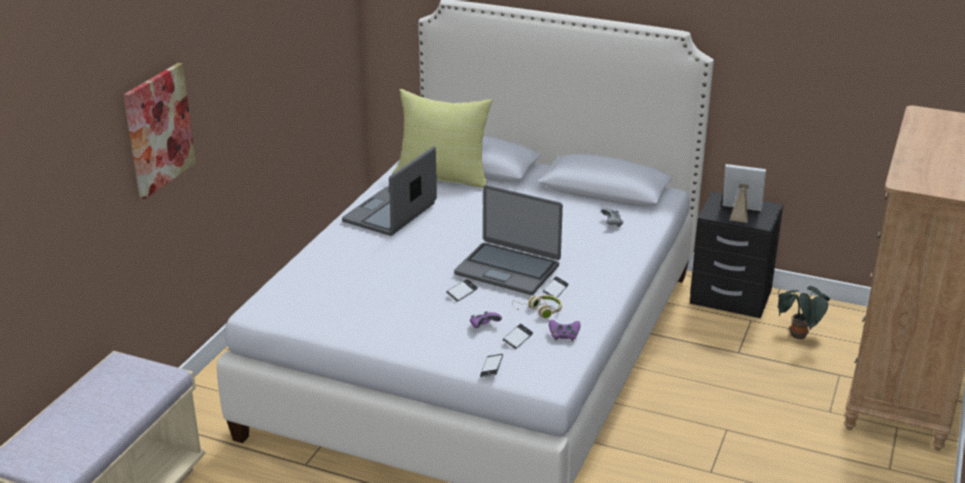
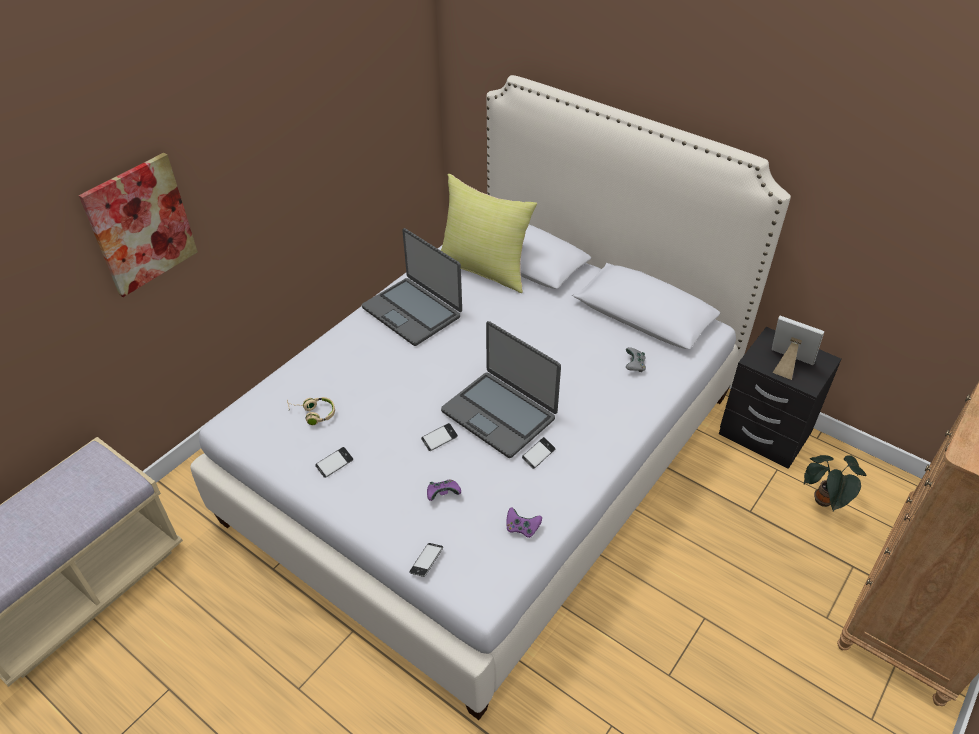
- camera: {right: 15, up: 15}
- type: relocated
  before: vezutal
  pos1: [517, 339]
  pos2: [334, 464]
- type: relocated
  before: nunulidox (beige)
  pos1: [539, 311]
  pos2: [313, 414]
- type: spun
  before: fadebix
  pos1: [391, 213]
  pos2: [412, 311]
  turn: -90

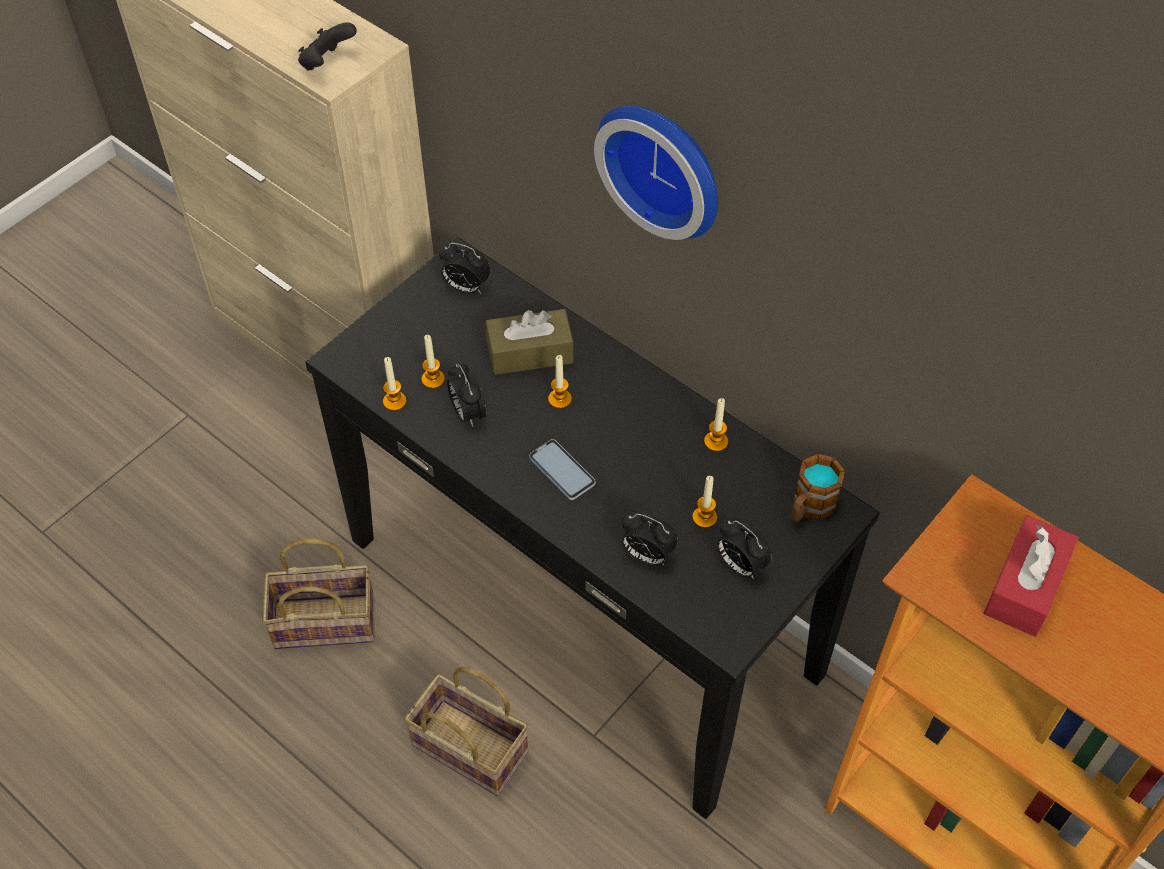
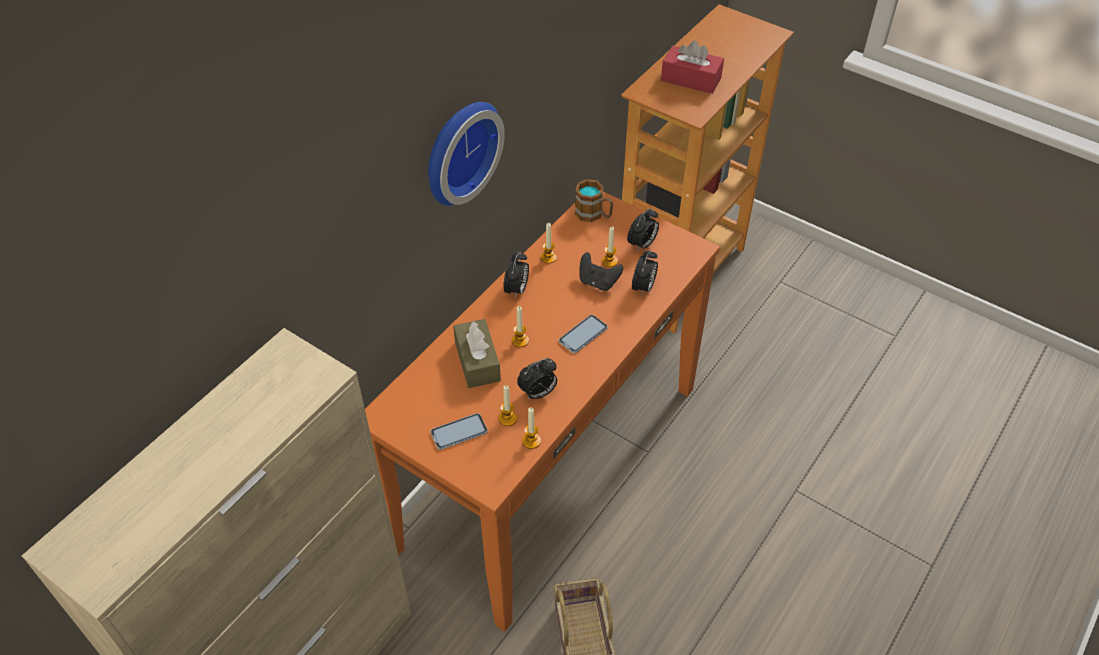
- camera: {right: -95, up: -5}
- type: missing
  before: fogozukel
  pos1: [466, 749]
- type: appeared
  after: vezutal
  pos2: [459, 432]
- type: relocated
  before: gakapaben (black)
  pos1: [327, 63]
  pos2: [598, 282]
- type: relocated
  before: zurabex
  pos1: [465, 287]
  pos2: [517, 290]
- type: colour
  before: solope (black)
  after: solope (orange)
  pos1: [583, 604]
  pos2: [548, 465]

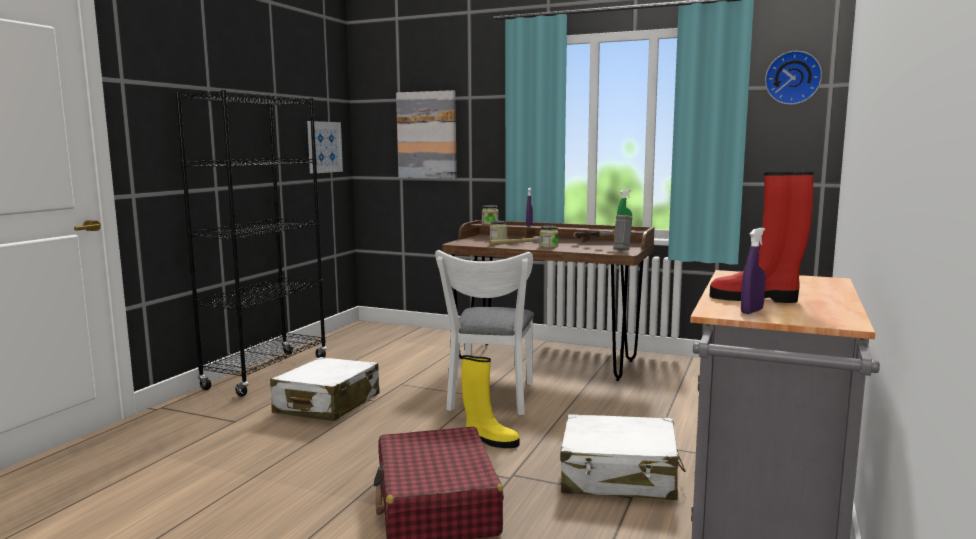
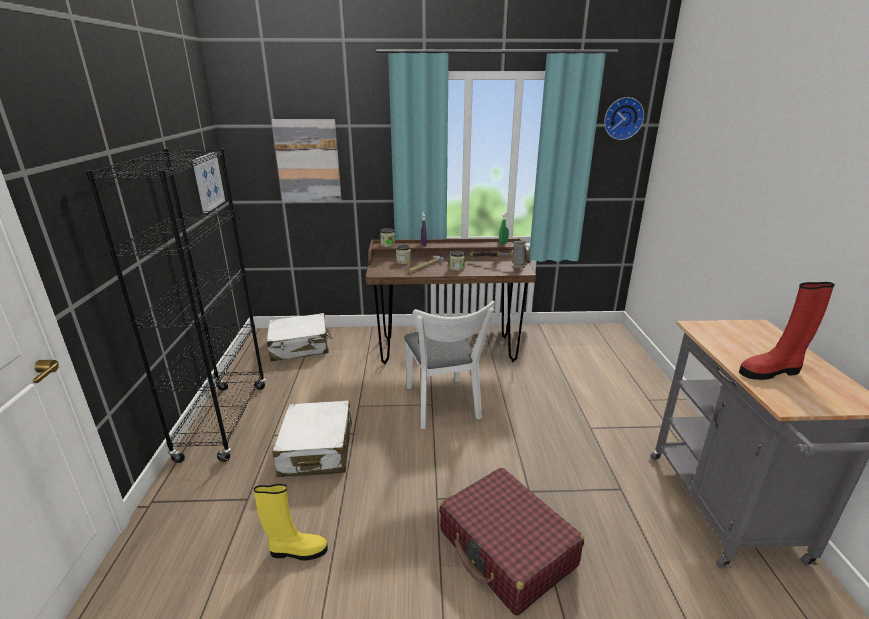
- camera: {right: -25, up: 15}
- type: missing
  before: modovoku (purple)
  pos1: [751, 311]
- type: relocated
  before: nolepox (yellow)
  pos1: [490, 441]
  pos2: [297, 551]
- type: relocated
  before: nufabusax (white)
  pos1: [619, 476]
  pos2: [300, 346]

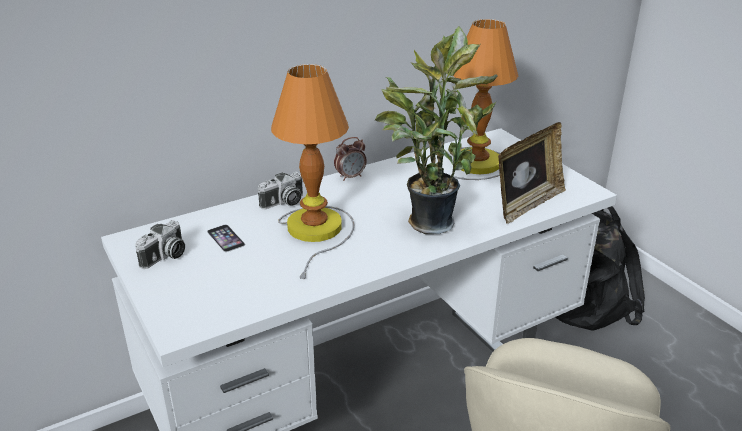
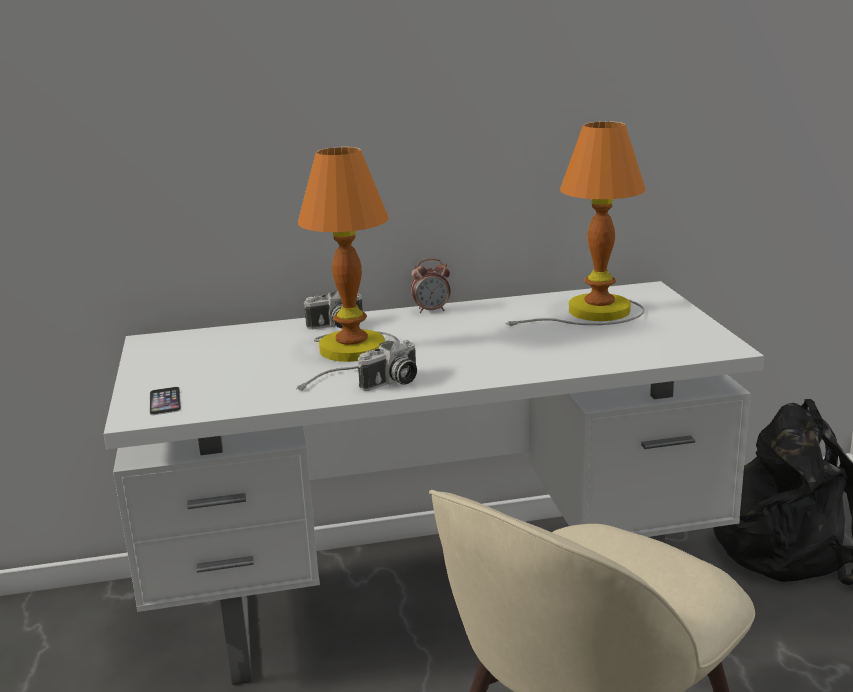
- camera: {right: 20, up: -10}
- type: missing
  before: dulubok
  pos1: [428, 221]
- type: missing
  before: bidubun
  pos1: [527, 204]
- type: relocated
  before: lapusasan
  pos1: [165, 257]
  pos2: [392, 382]
- type: relocated
  before: vezutal
  pos1: [225, 238]
  pos2: [165, 401]

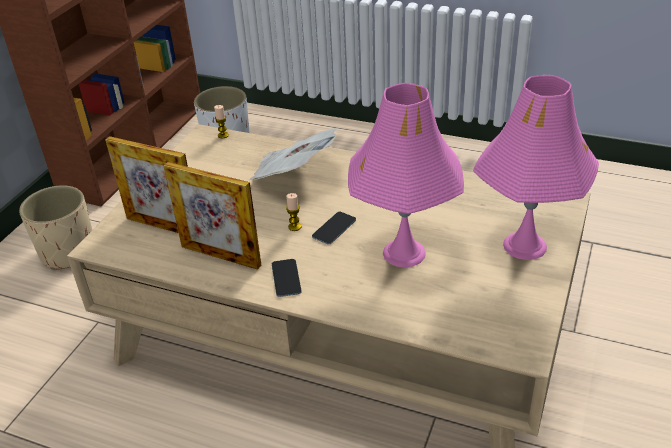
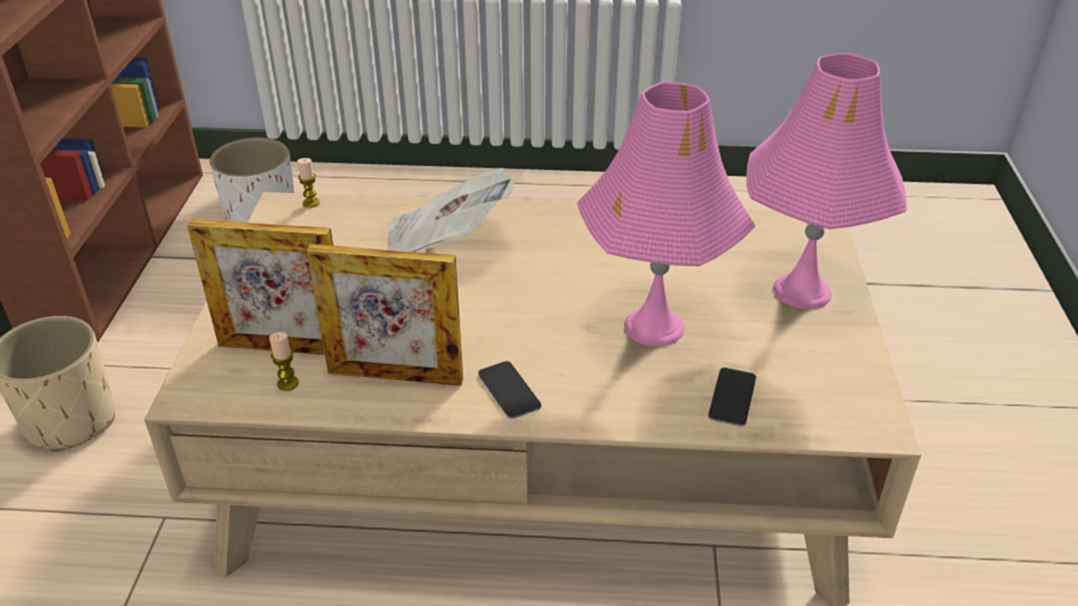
- camera: {right: -20, up: 0}
- type: relocated
  before: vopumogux
  pos1: [294, 227]
  pos2: [288, 383]
- type: relocated
  before: vezutal
  pos1: [334, 228]
  pos2: [732, 397]

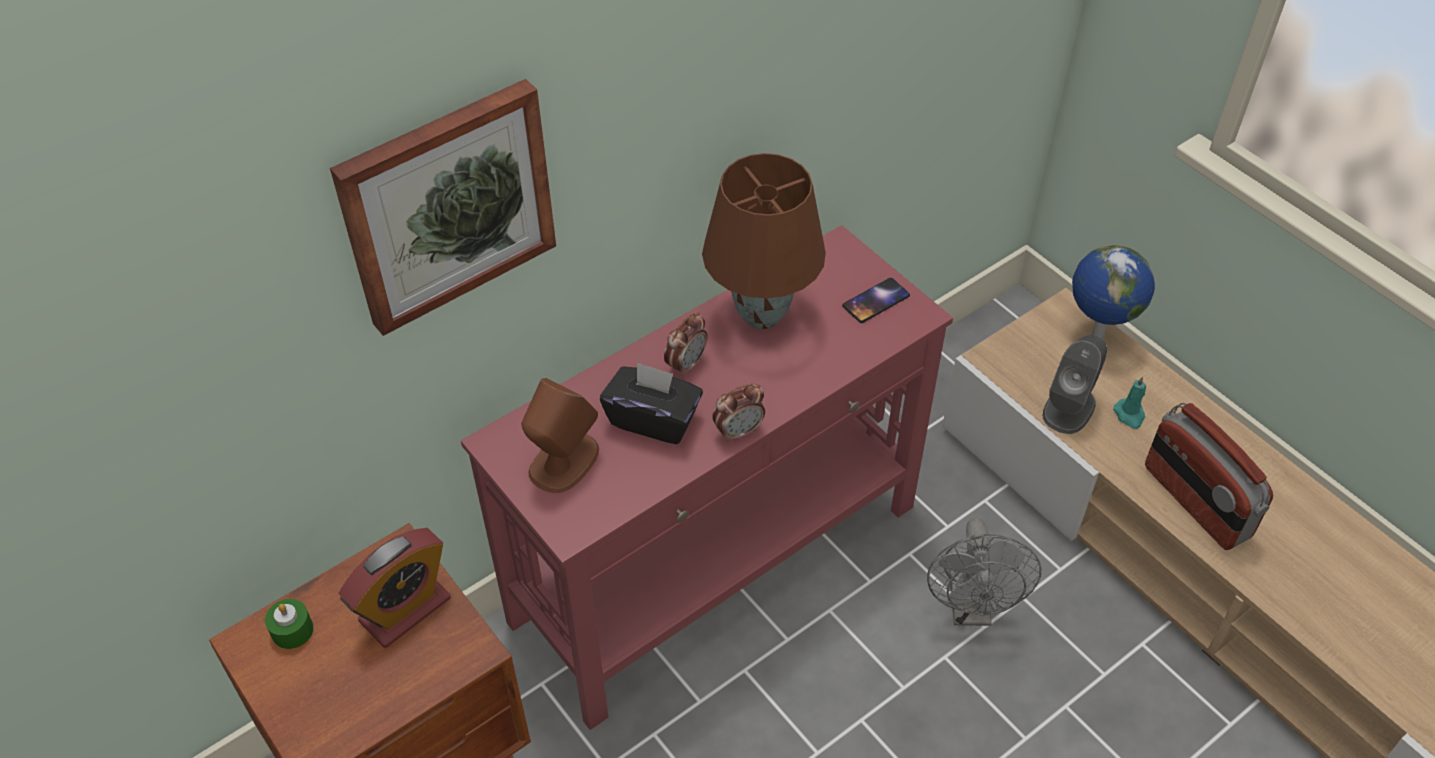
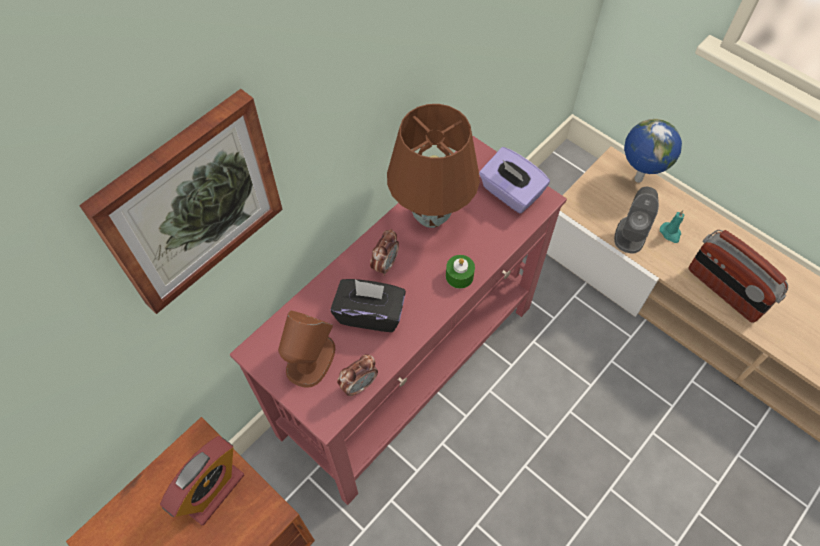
- camera: {right: -10, up: 10}
- type: missing
  before: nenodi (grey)
  pos1: [971, 609]
- type: relocated
  before: vopumogux (green)
  pos1: [292, 630]
  pos2: [459, 276]
- type: relocated
  before: zurabex
  pos1: [738, 431]
  pos2: [359, 384]
- type: exchanged
  before: vezutal
  after: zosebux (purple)
  pos1: [876, 301]
  pos2: [510, 193]

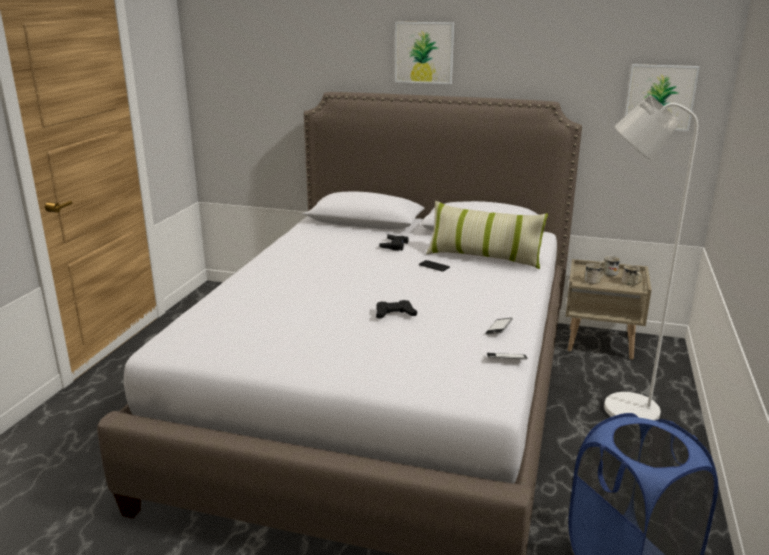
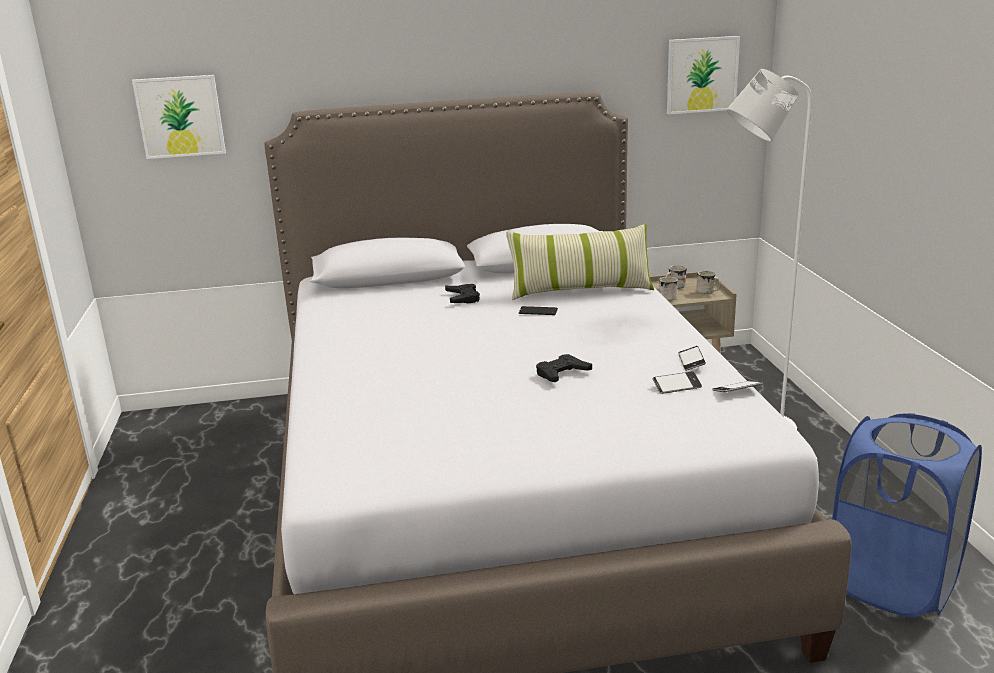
- camera: {right: -25, up: 0}
- type: appeared
  after: vezutal
  pos2: [676, 386]
- type: relocated
  before: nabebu
  pos1: [424, 52]
  pos2: [180, 116]

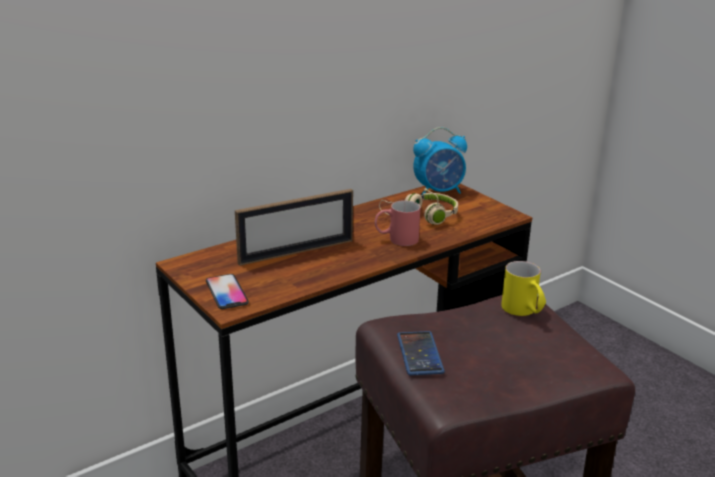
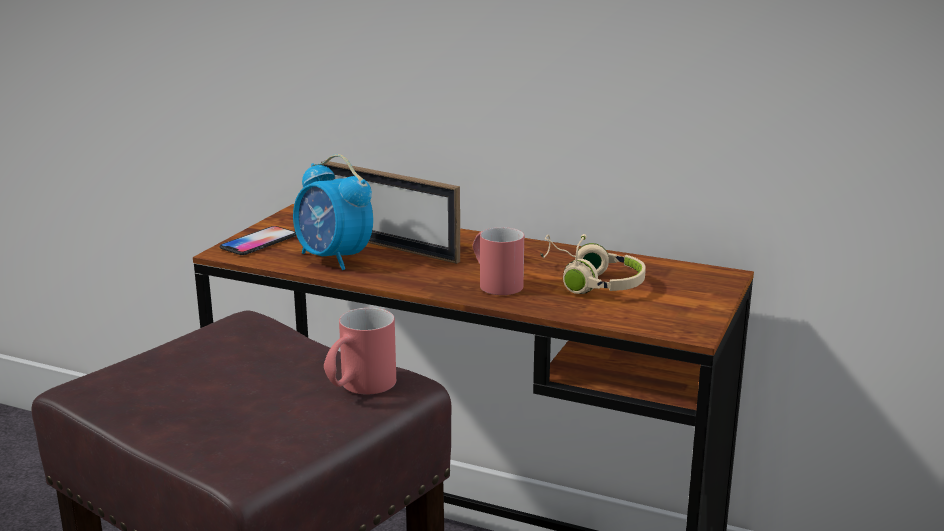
- camera: {right: 60, up: -5}
- type: missing
  before: vezutal
  pos1: [419, 354]
- type: relocated
  before: zurabex
  pos1: [439, 192]
  pos2: [334, 259]
- type: colour
  before: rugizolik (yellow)
  after: rugizolik (red)
  pos1: [523, 311]
  pos2: [359, 388]

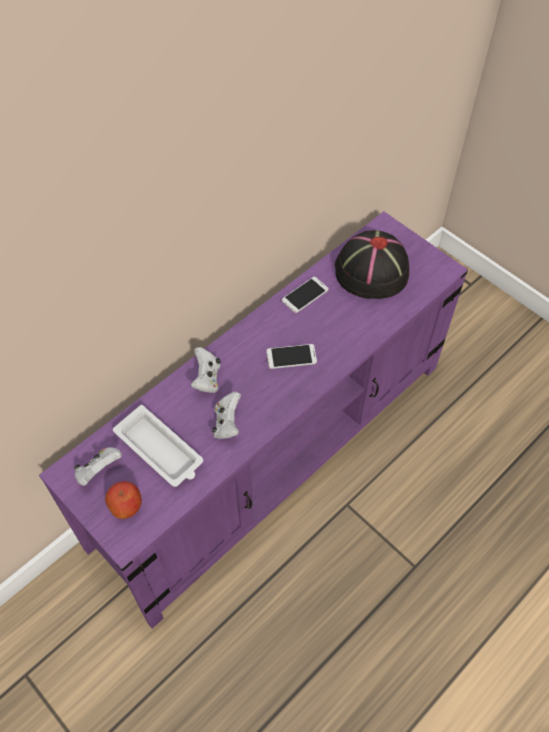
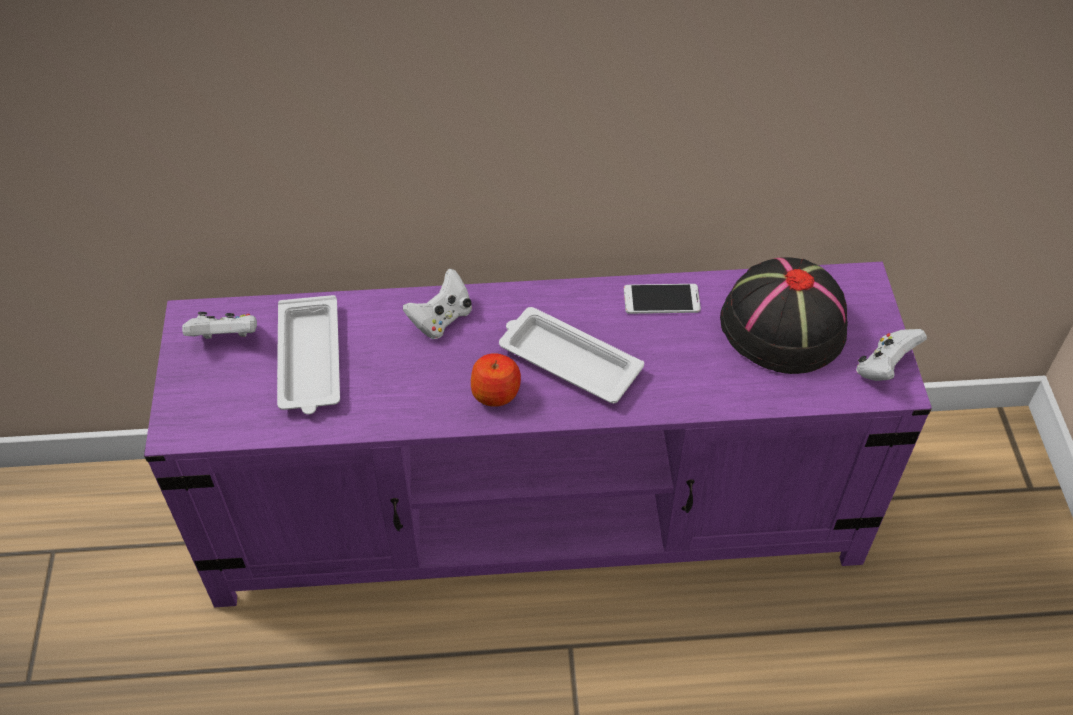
- camera: {right: 40, up: -5}
- type: relocated
  before: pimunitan
  pos1: [126, 505]
  pos2: [496, 392]
- type: relocated
  before: gakapaben (white)
  pos1: [227, 423]
  pos2: [884, 367]
- type: exchanged
  before: vezutal
  after: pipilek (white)
  pos1: [291, 356]
  pos2: [567, 360]

